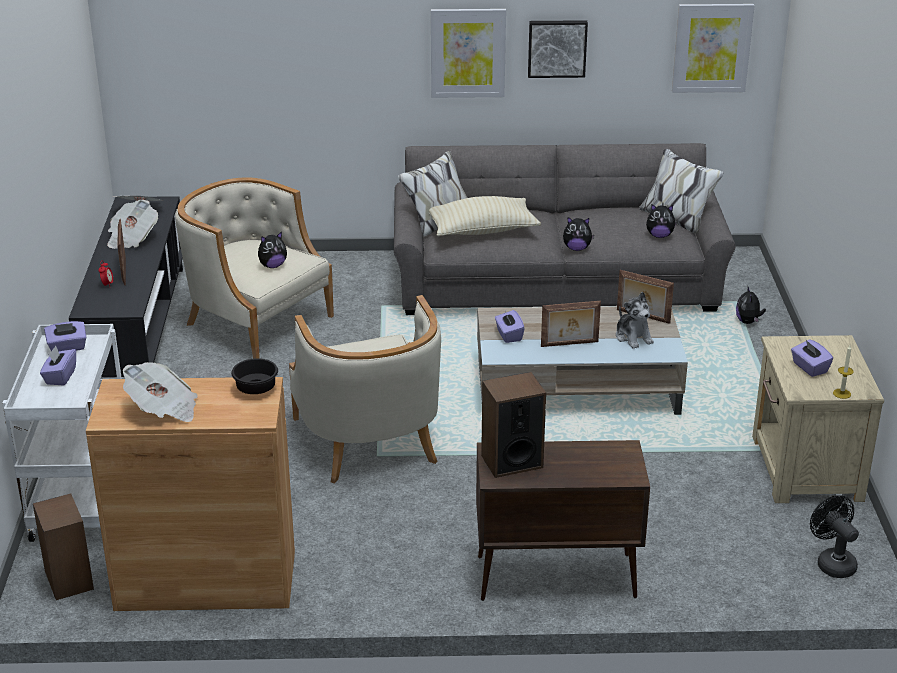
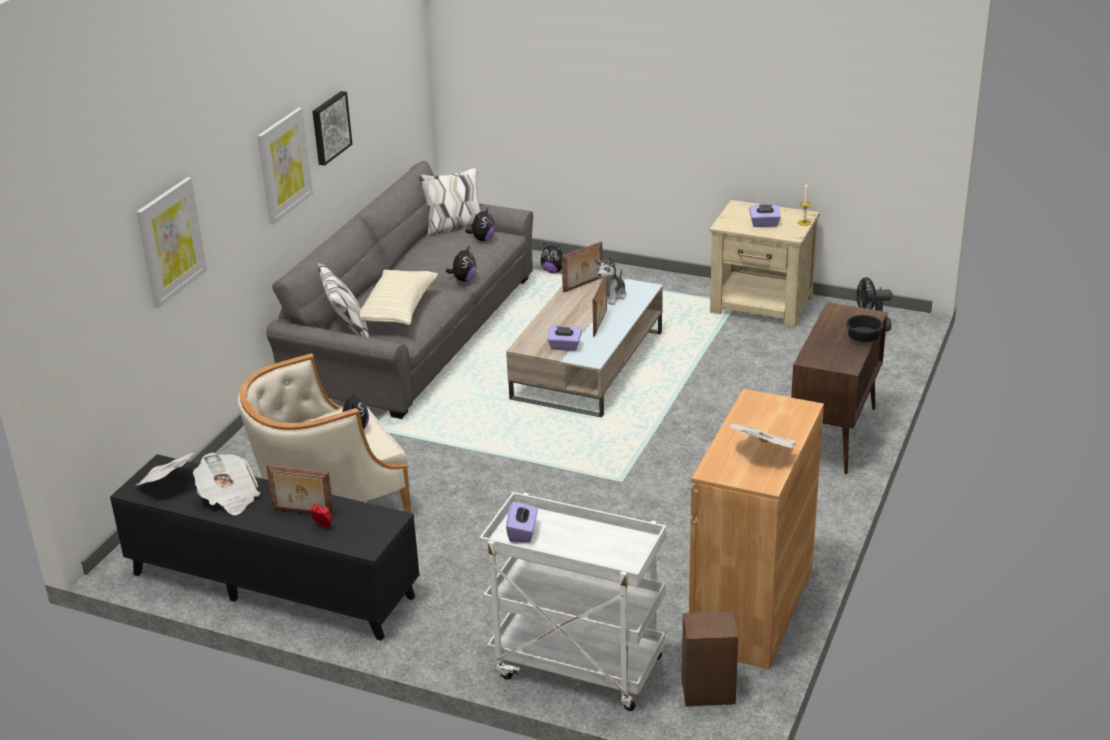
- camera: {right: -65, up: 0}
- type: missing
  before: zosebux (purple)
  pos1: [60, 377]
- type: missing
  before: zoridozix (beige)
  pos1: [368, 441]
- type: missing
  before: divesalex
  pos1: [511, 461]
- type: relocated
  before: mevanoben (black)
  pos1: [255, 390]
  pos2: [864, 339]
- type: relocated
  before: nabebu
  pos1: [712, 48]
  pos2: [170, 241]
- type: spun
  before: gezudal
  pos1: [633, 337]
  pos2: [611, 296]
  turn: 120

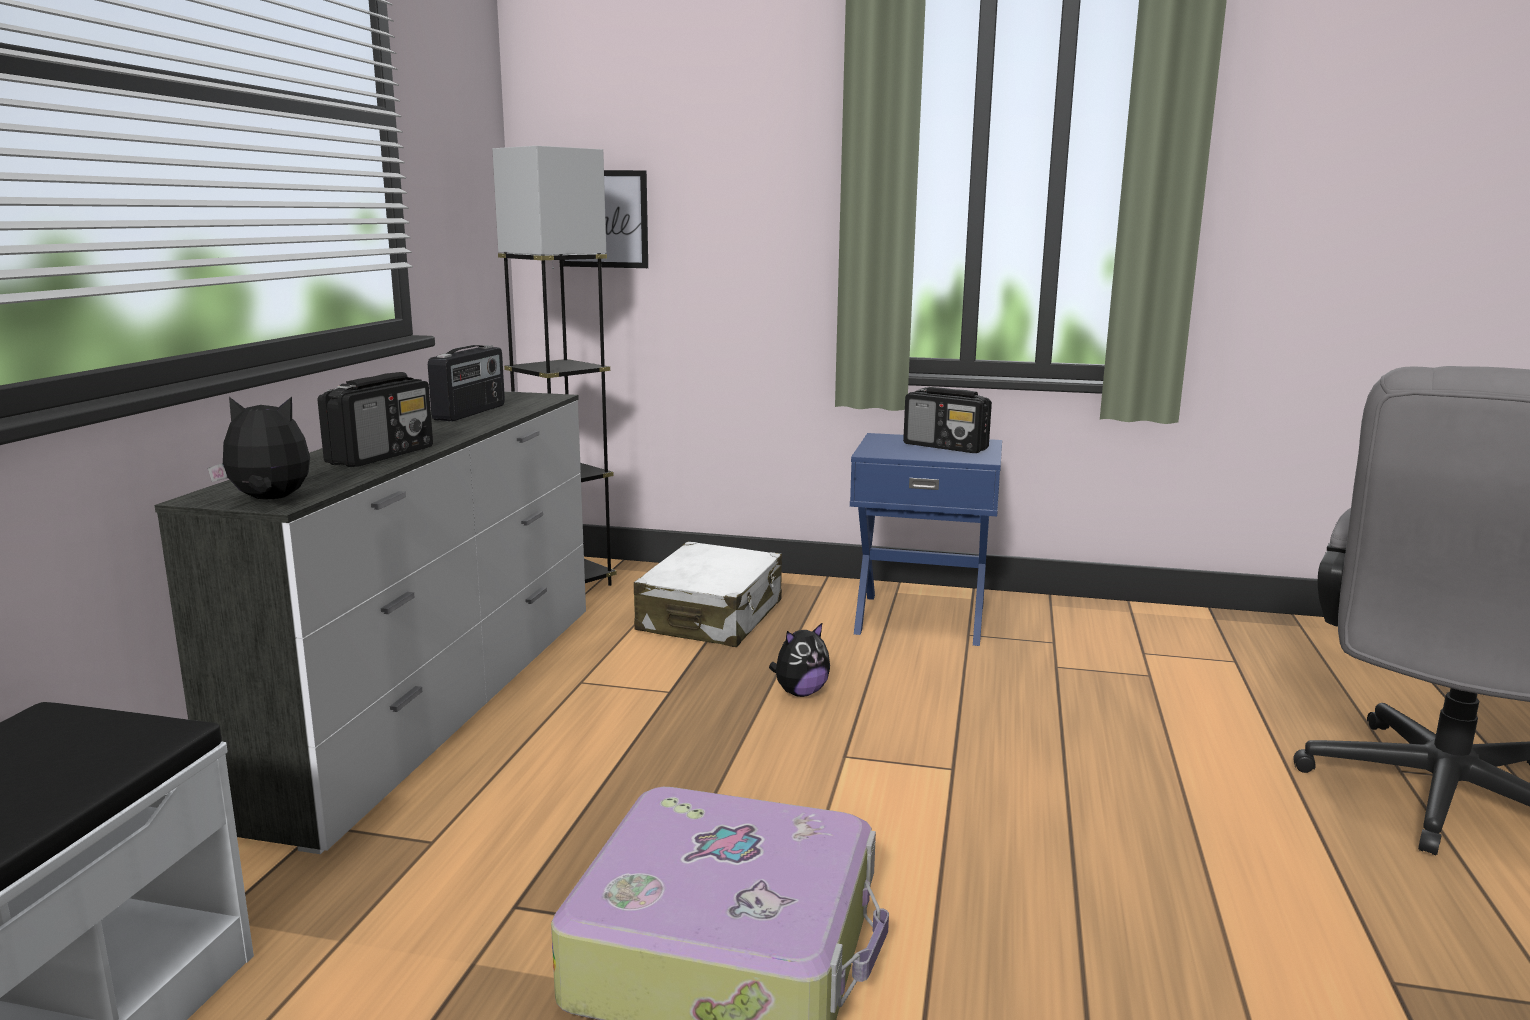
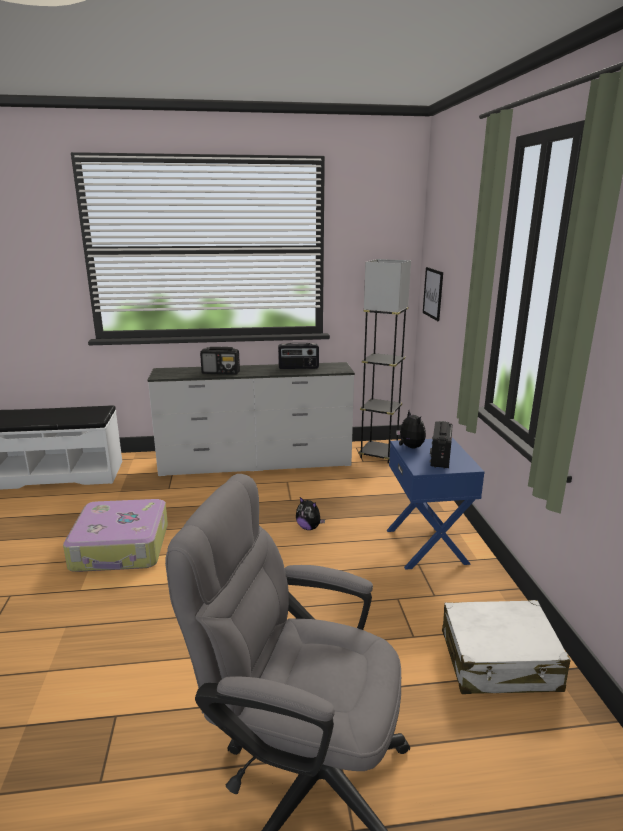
- camera: {right: 70, up: 5}
- type: relocated
  before: gezudal
  pos1: [269, 500]
  pos2: [410, 447]
- type: relocated
  before: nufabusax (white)
  pos1: [711, 617]
  pos2: [499, 661]

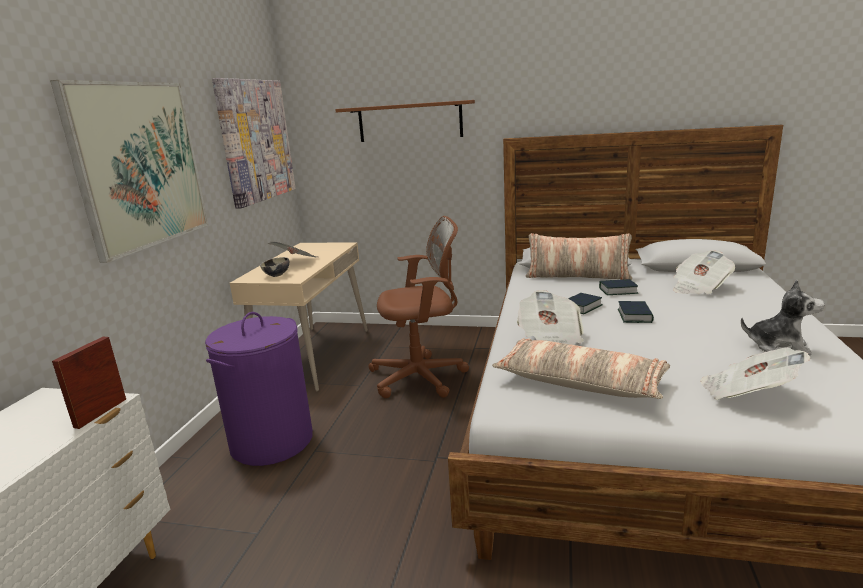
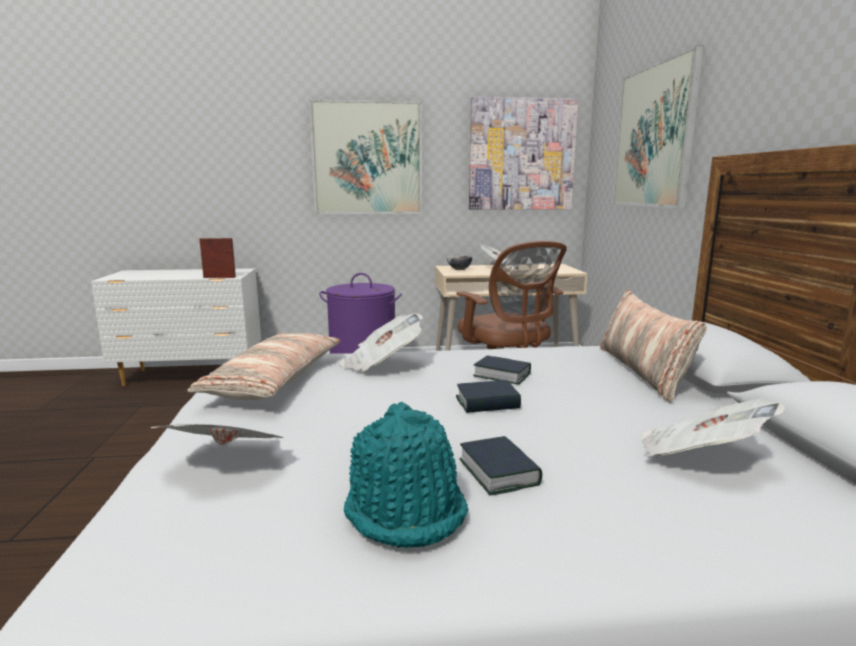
- camera: {right: 70, up: -5}
- type: relocated
  before: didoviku
  pos1: [618, 291]
  pos2: [498, 472]
- type: exchanged
  before: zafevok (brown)
  after: nabebu
  pos1: [410, 121]
  pos2: [654, 136]
- type: exchanged
  before: gezudal
  after: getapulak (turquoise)
  pos1: [778, 346]
  pos2: [406, 508]

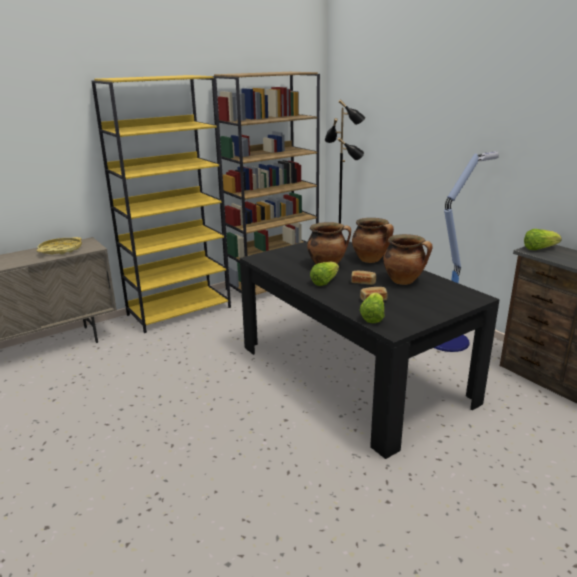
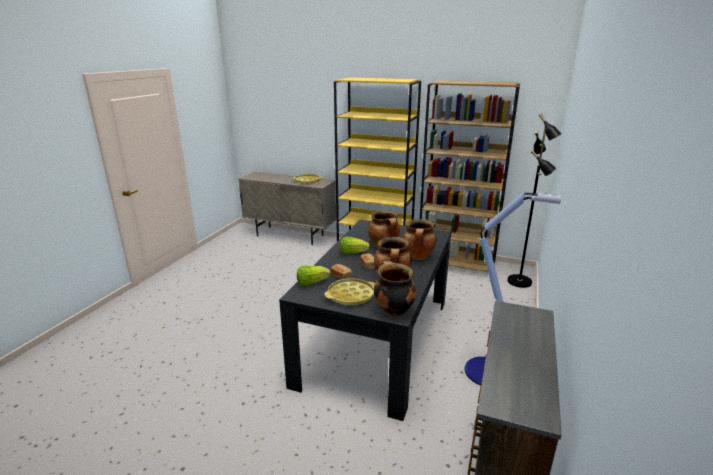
- camera: {right: 55, up: 0}
- type: missing
  before: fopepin
  pos1: [539, 249]
- type: appeared
  after: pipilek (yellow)
  pos2: [351, 296]
- type: appeared
  after: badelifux
  pos2: [393, 310]

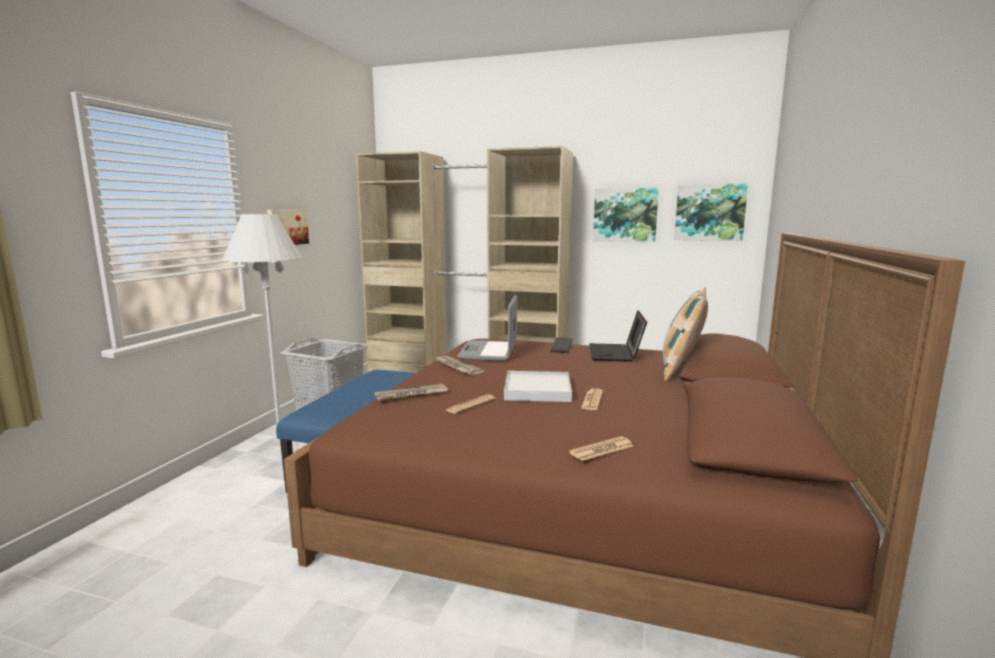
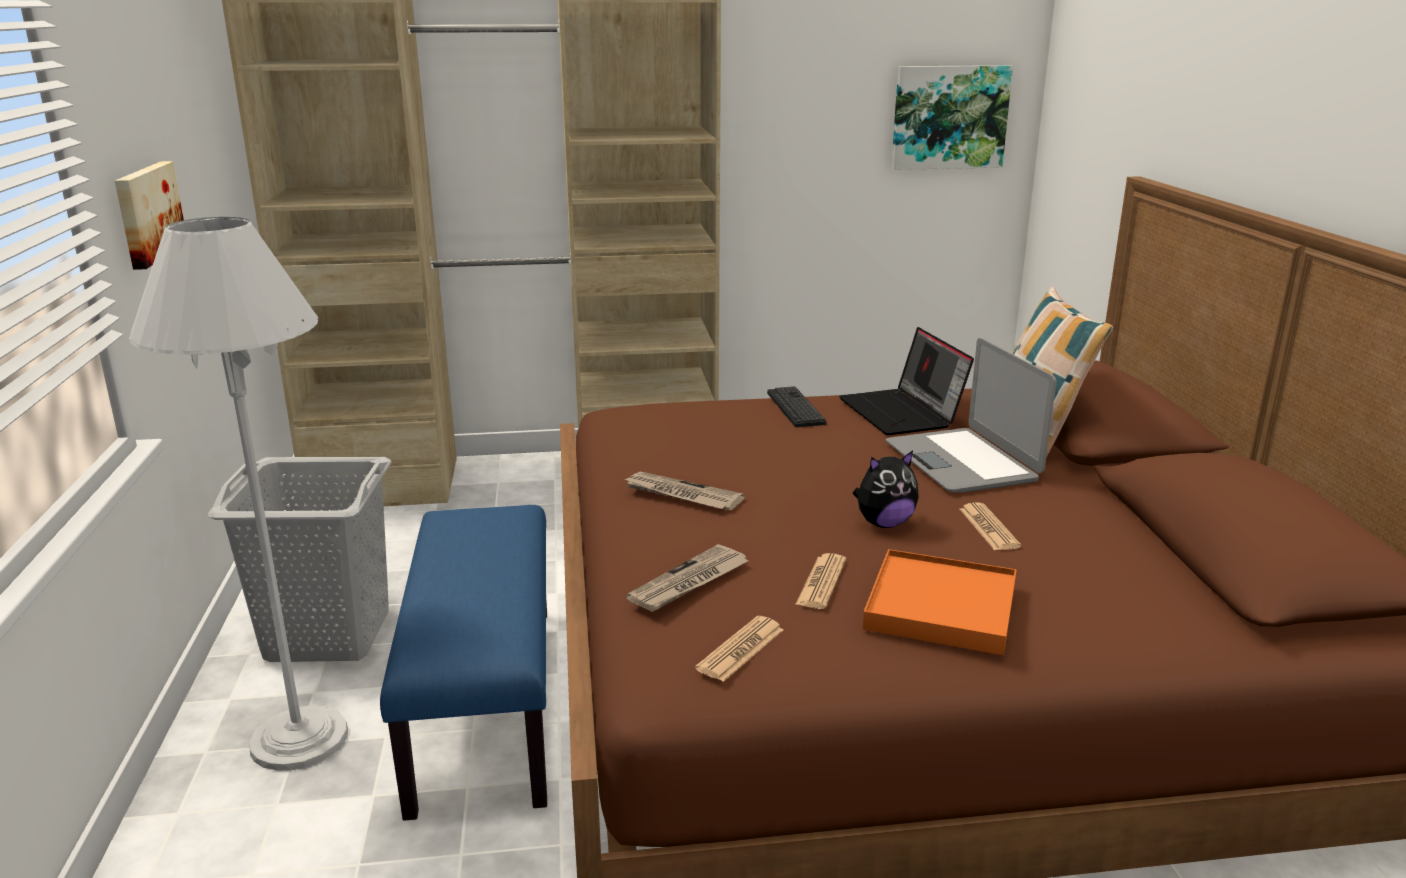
- camera: {right: -25, up: 10}
- type: missing
  before: nabebu
  pos1: [625, 215]
- type: appeared
  after: pipilek (orange)
  pos2: [941, 608]
- type: relocated
  before: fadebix
  pos1: [489, 351]
  pos2: [962, 462]
- type: relocated
  before: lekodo
  pos1: [601, 449]
  pos2: [740, 649]
- type: exchanged
  before: pipilek (white)
  after: gezudal
  pos1: [537, 390]
  pos2: [884, 523]

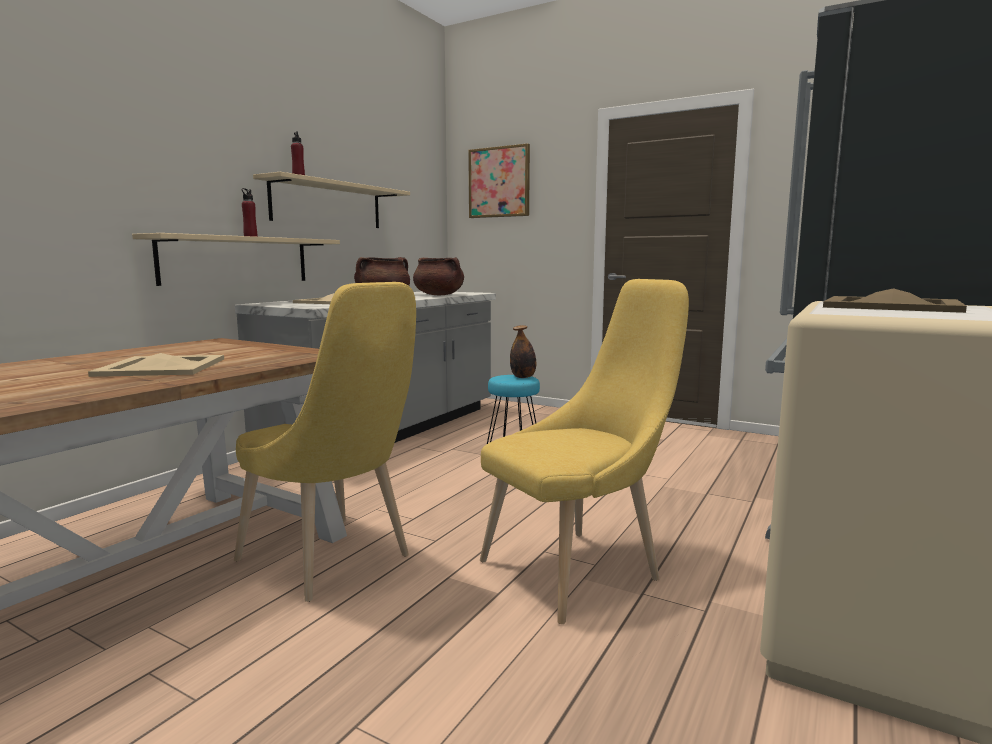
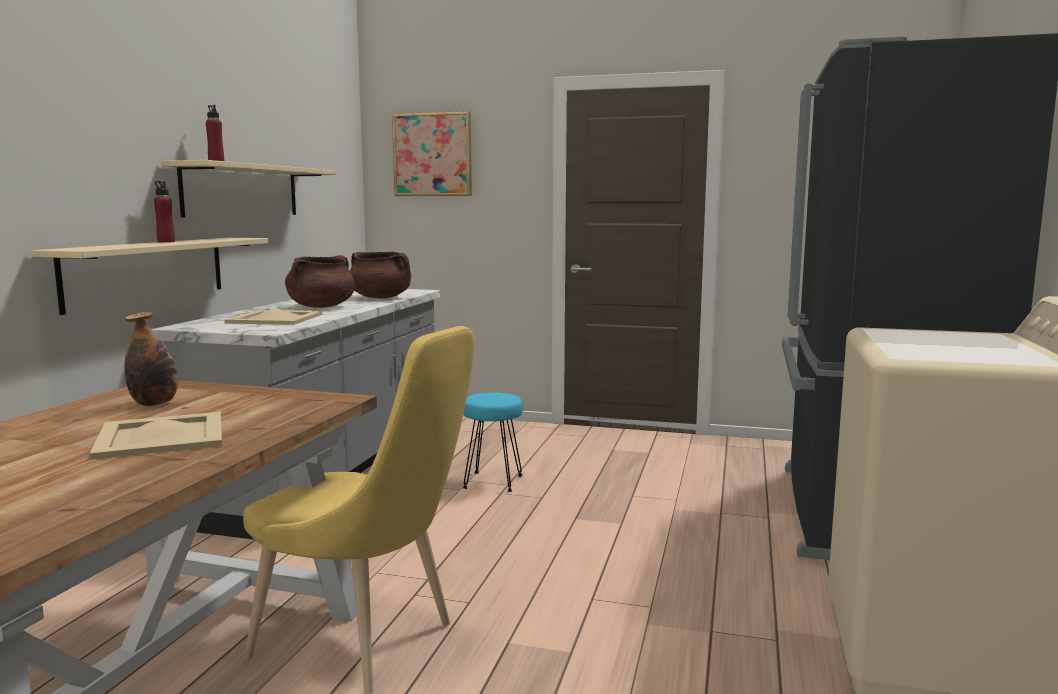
- camera: {right: -15, up: 0}
- type: missing
  before: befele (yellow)
  pos1: [579, 569]
- type: missing
  before: pipilek (beige)
  pos1: [890, 306]
- type: relocated
  before: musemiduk
  pos1: [523, 377]
  pos2: [154, 403]

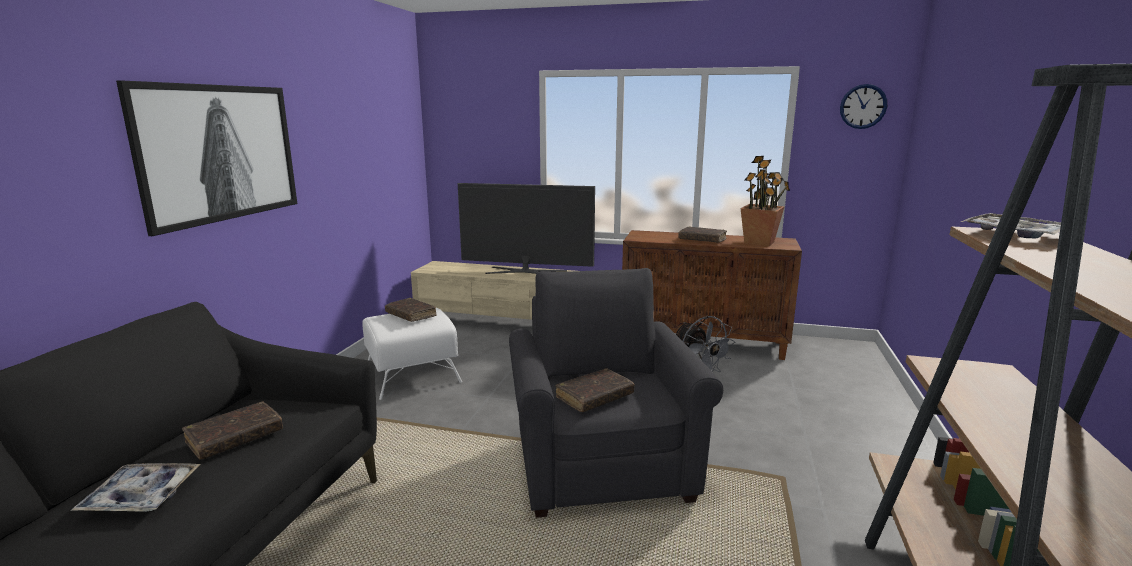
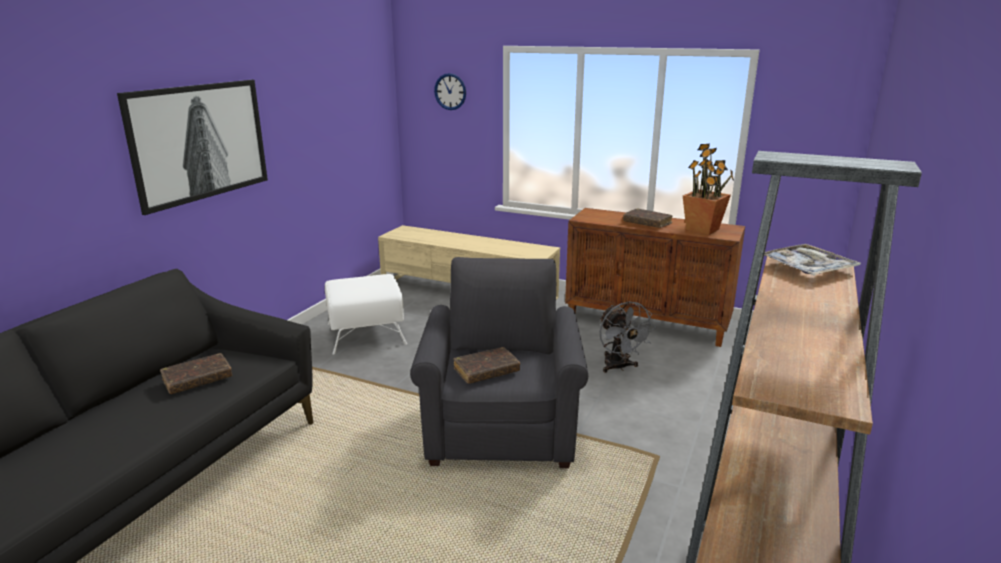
- camera: {right: 10, up: 5}
- type: missing
  before: pipilek
  pos1: [141, 496]
- type: missing
  before: didoviku (brown)
  pos1: [411, 315]
- type: missing
  before: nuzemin
  pos1: [526, 272]
- type: relocated
  before: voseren
  pos1: [863, 106]
  pos2: [450, 91]

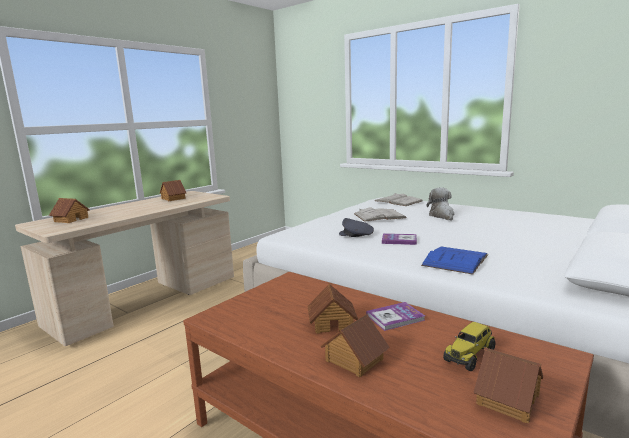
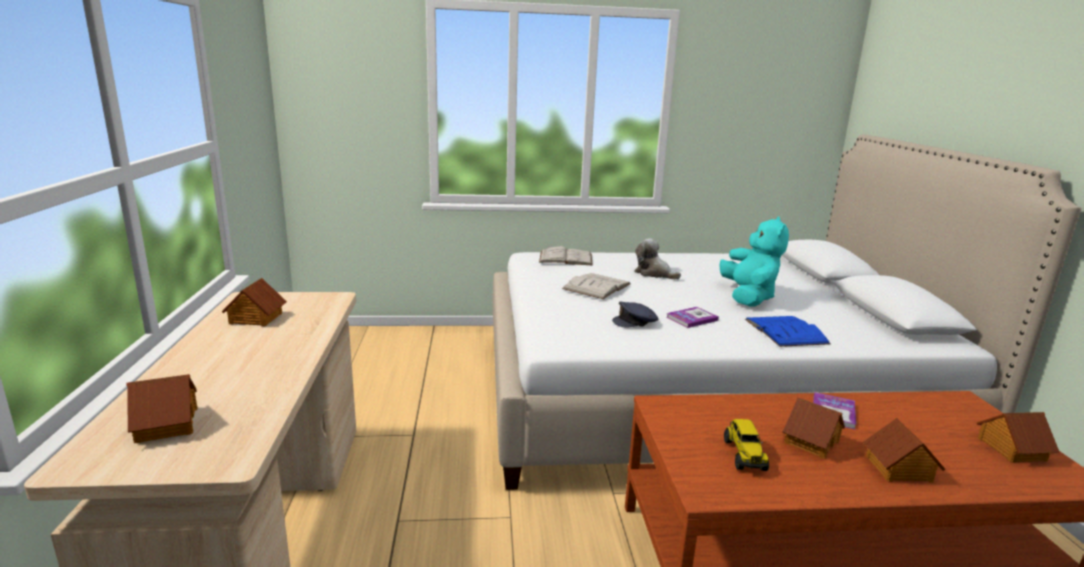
- camera: {right: -45, up: 5}
- type: appeared
  after: gezudal (turquoise)
  pos2: [748, 297]
- type: relocated
  before: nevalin
  pos1: [469, 355]
  pos2: [744, 454]

